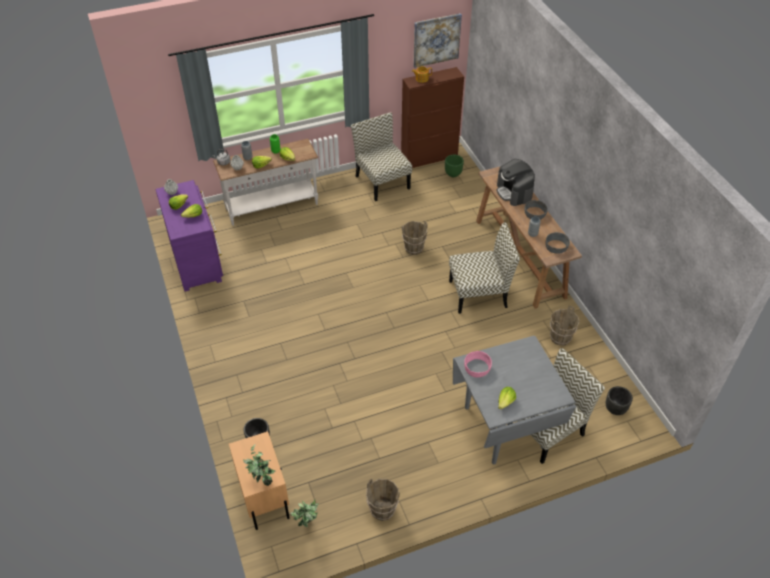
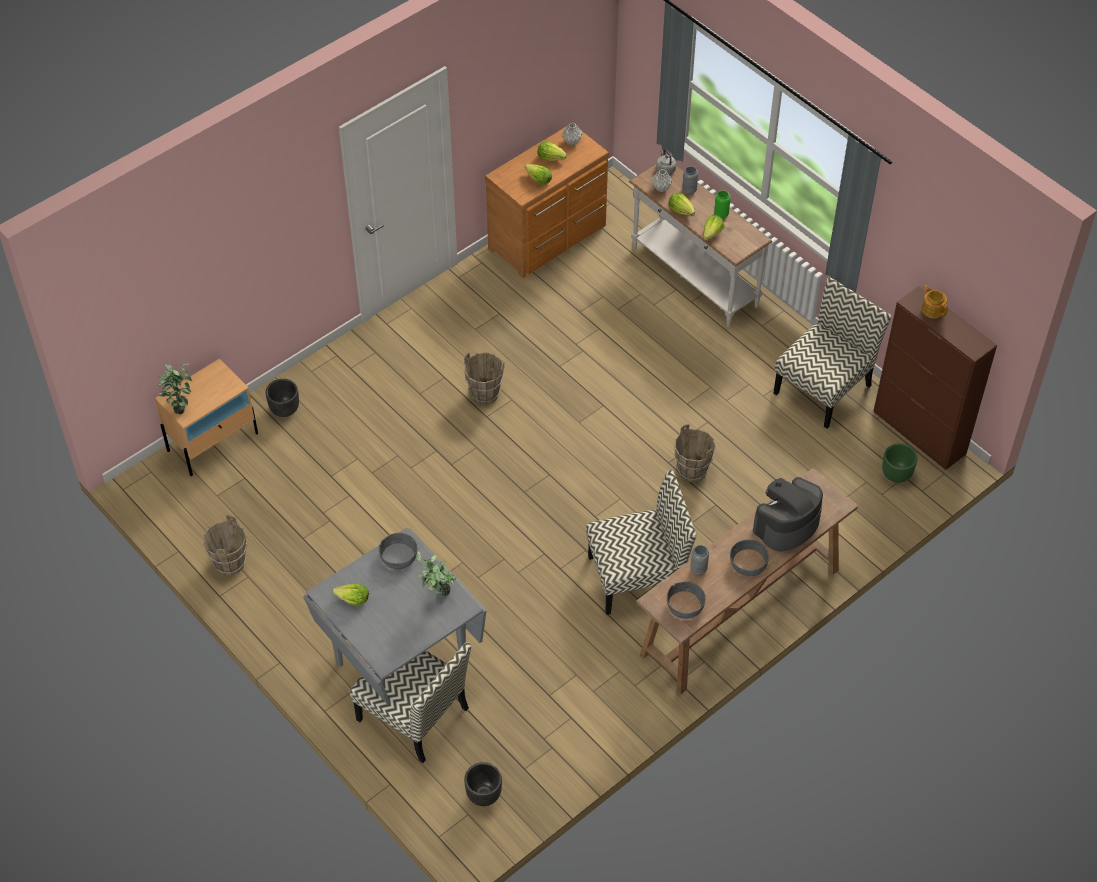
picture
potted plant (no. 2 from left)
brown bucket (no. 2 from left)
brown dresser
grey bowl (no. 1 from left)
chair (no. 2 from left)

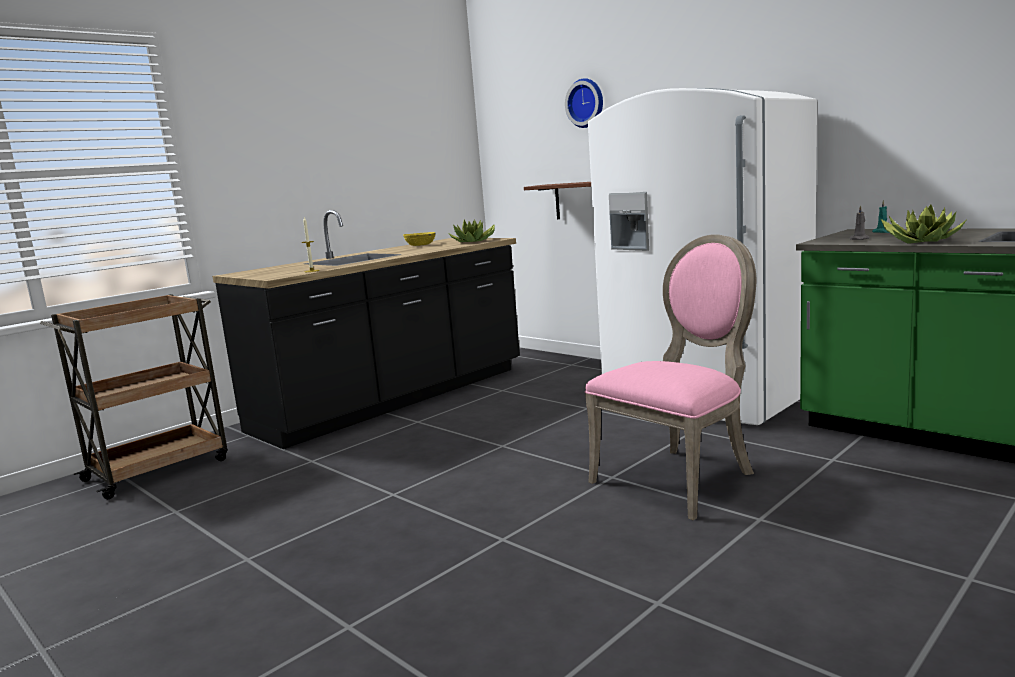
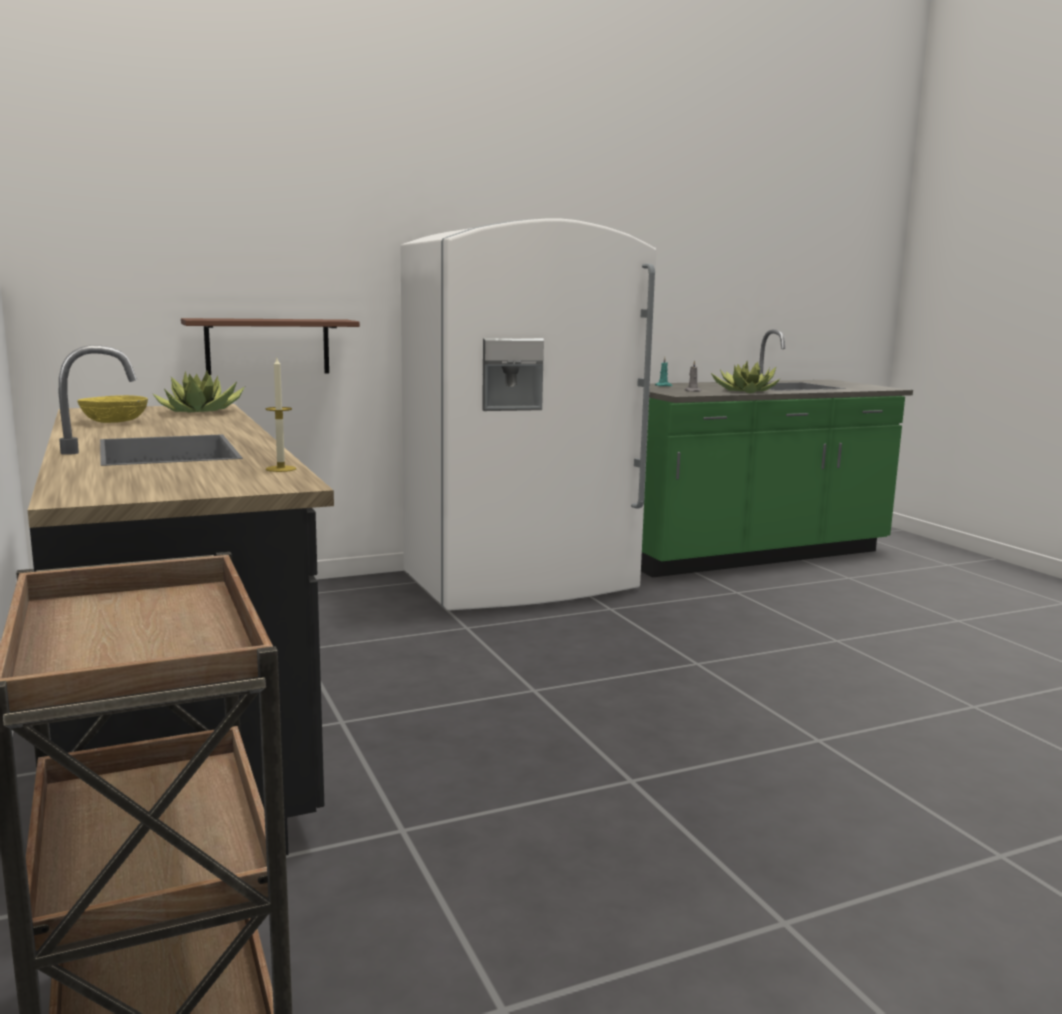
wall clock
pink chair

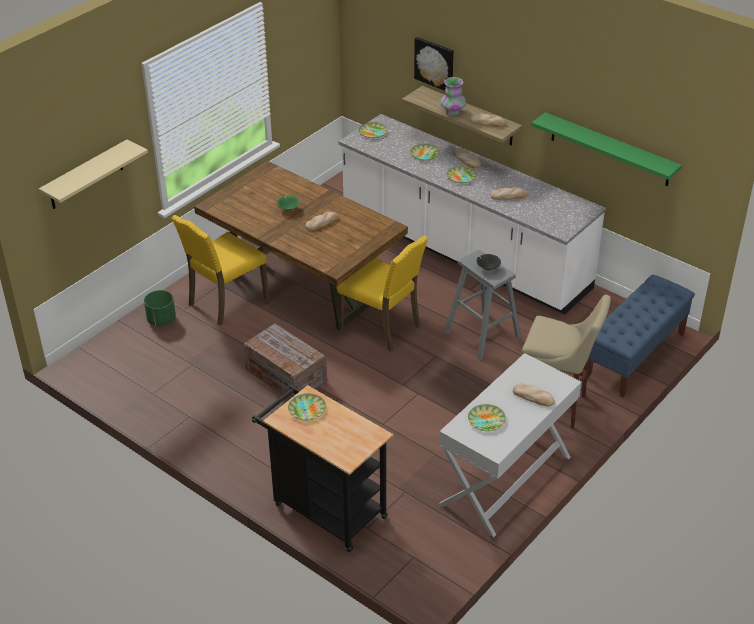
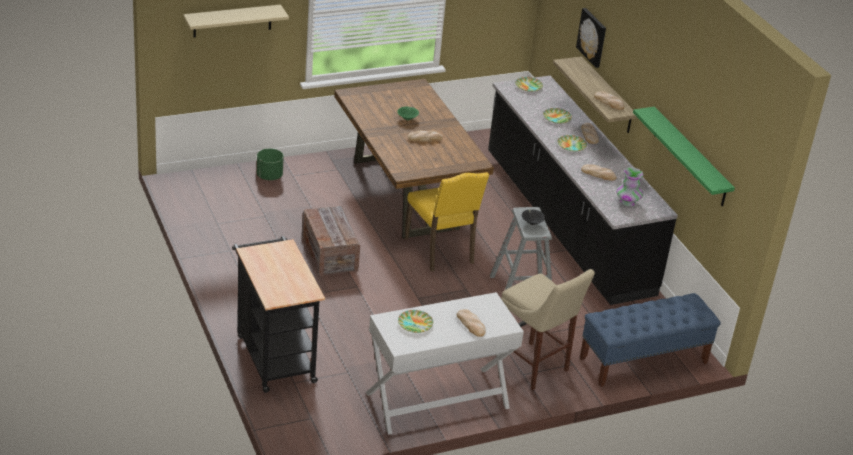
yellow chair (no. 1 from left in the first image)
plate (no. 1 from left in the first image)
vase
black counter

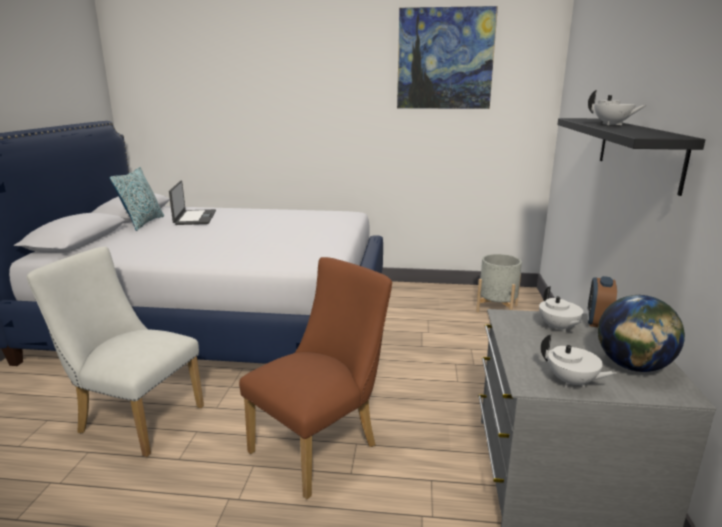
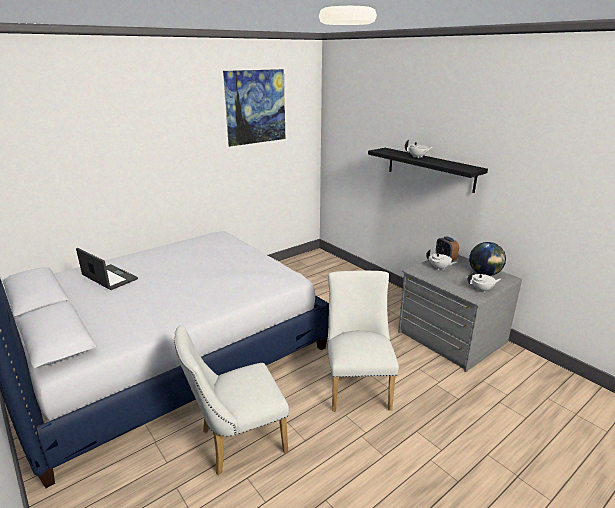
pillow
grey planter
white chair (no. 2 from left)

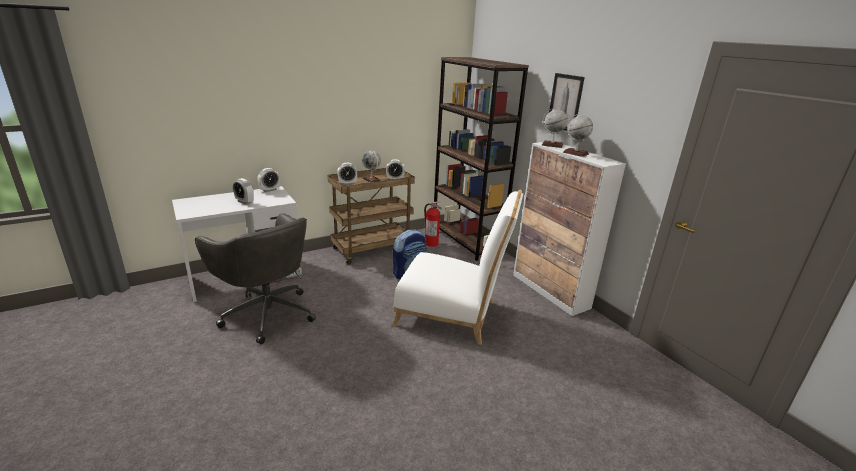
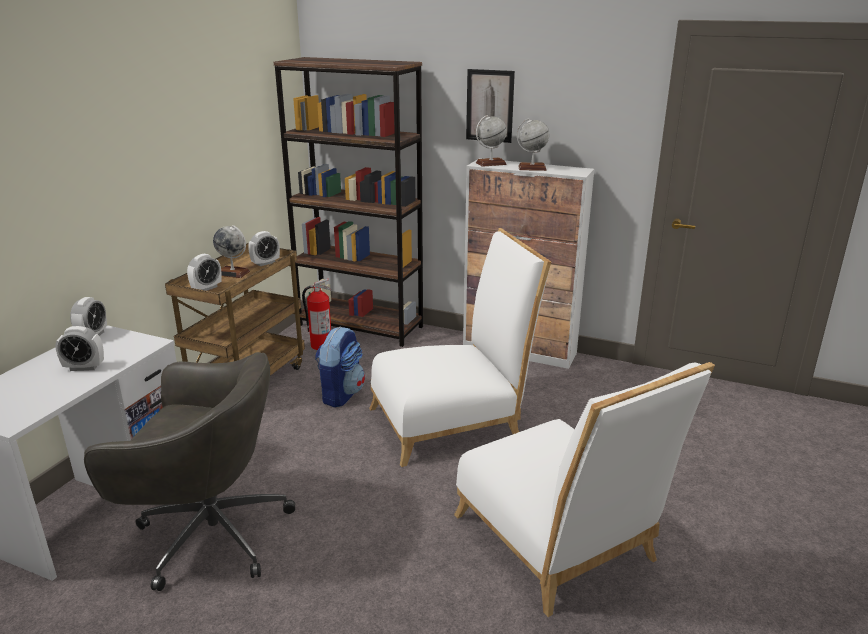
white chair (no. 2 from left)

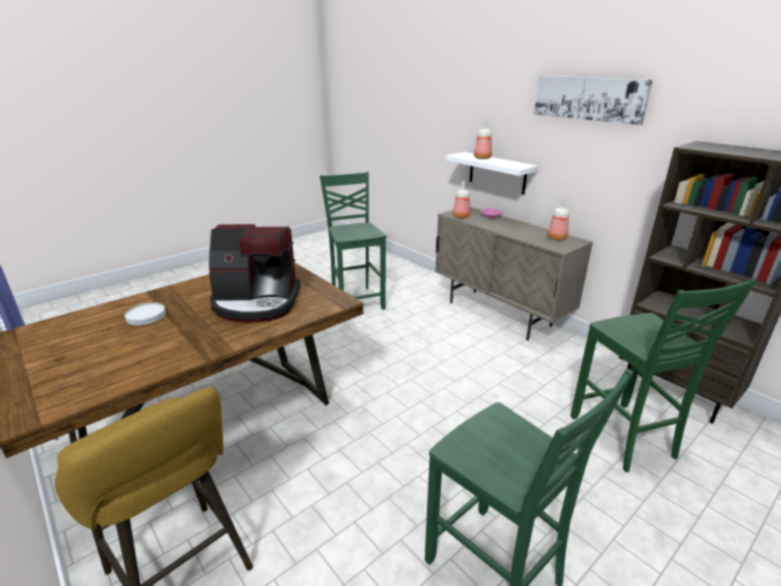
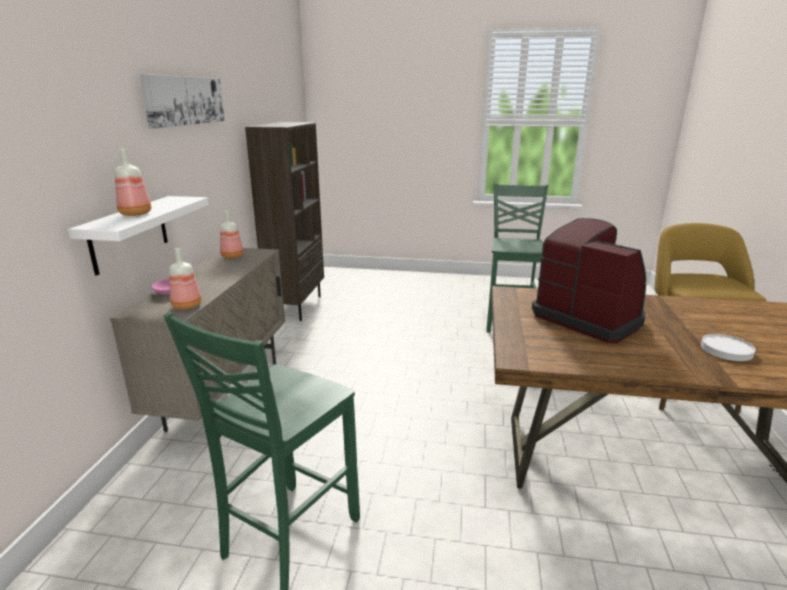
green chair (no. 3 from left in the first image)

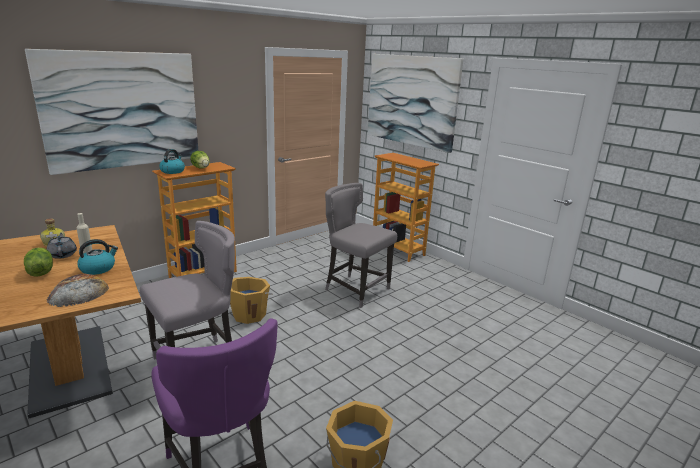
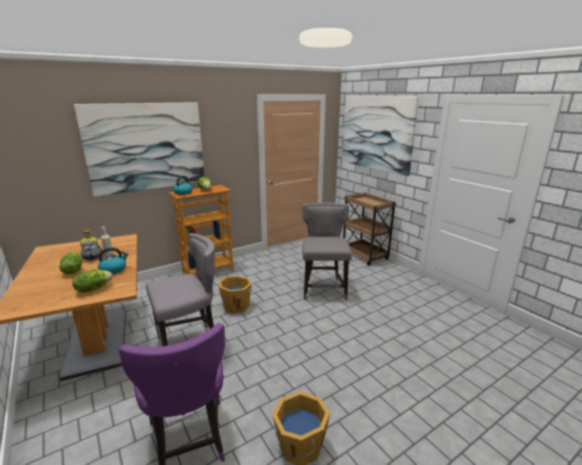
lettuce (no. 2 from left)
brown cart
grey chair (no. 2 from left)

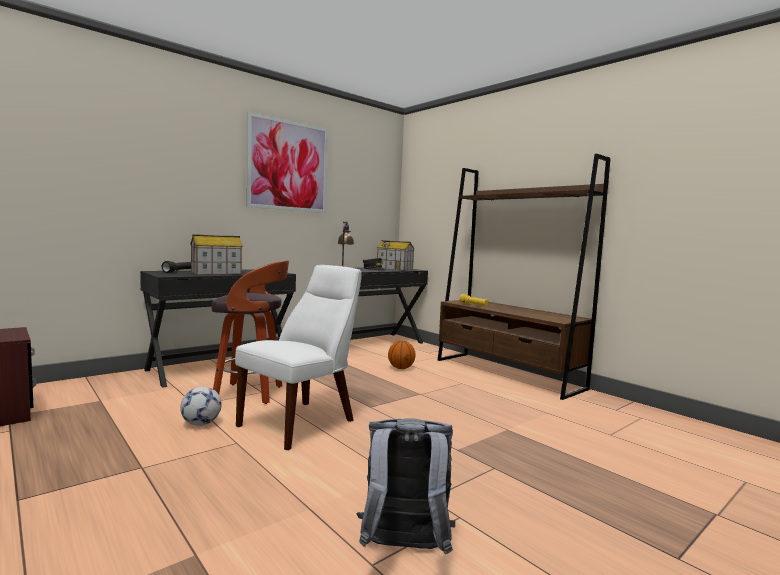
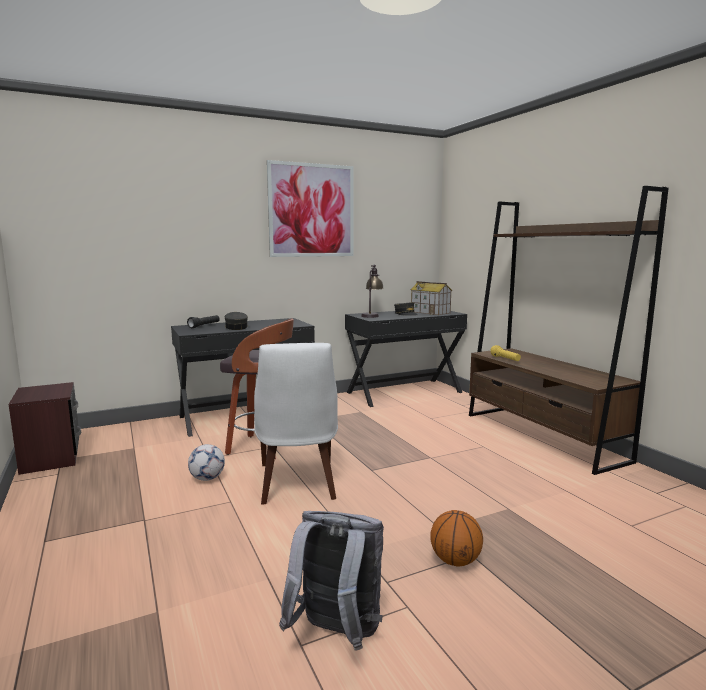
basketball
grey cap (no. 1 from left)
white chair

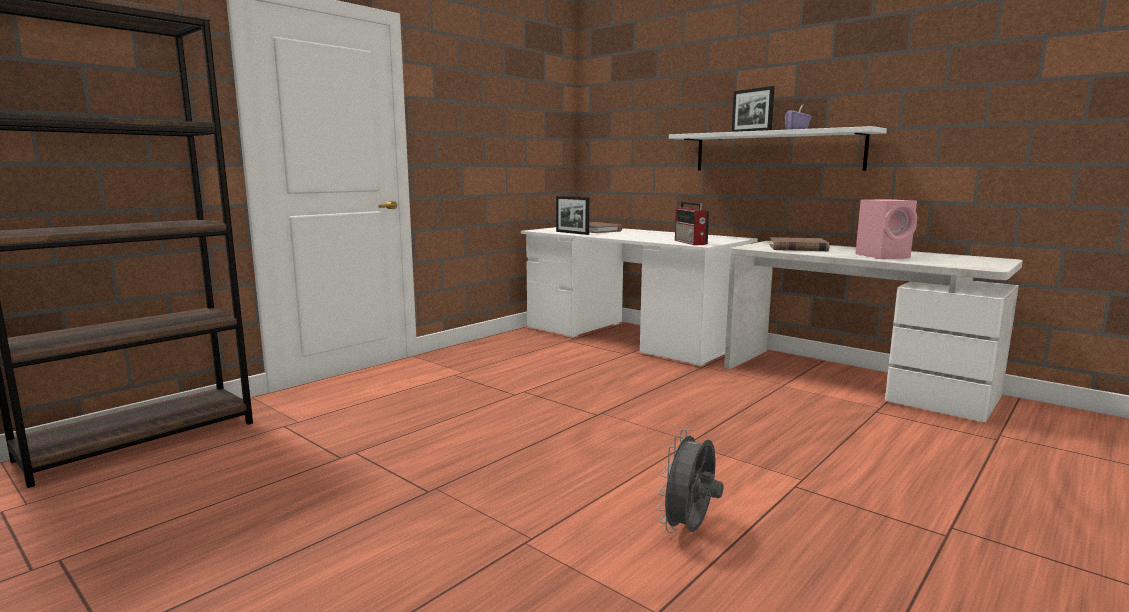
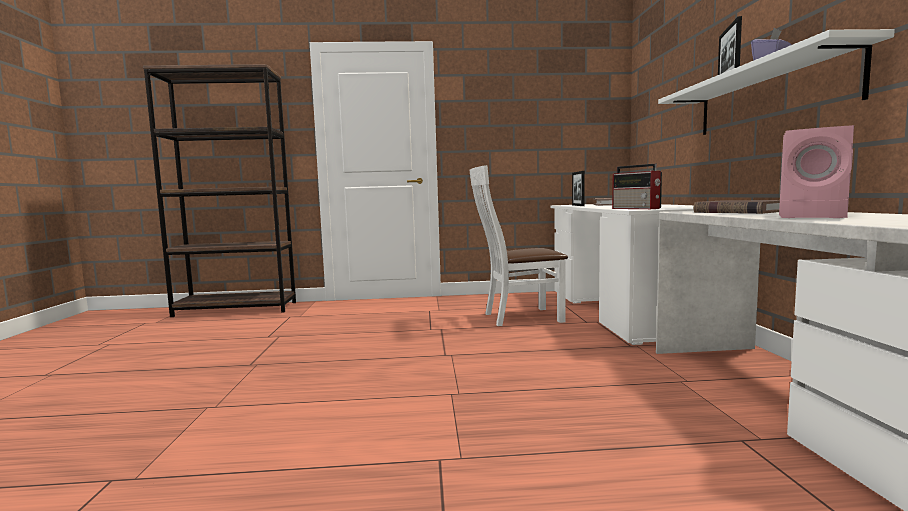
grey fan
white chair
radio

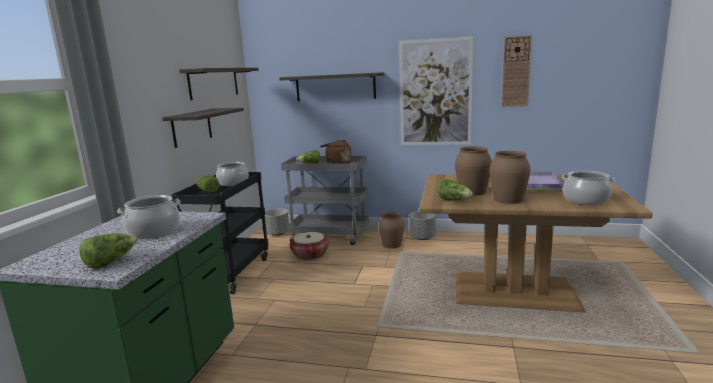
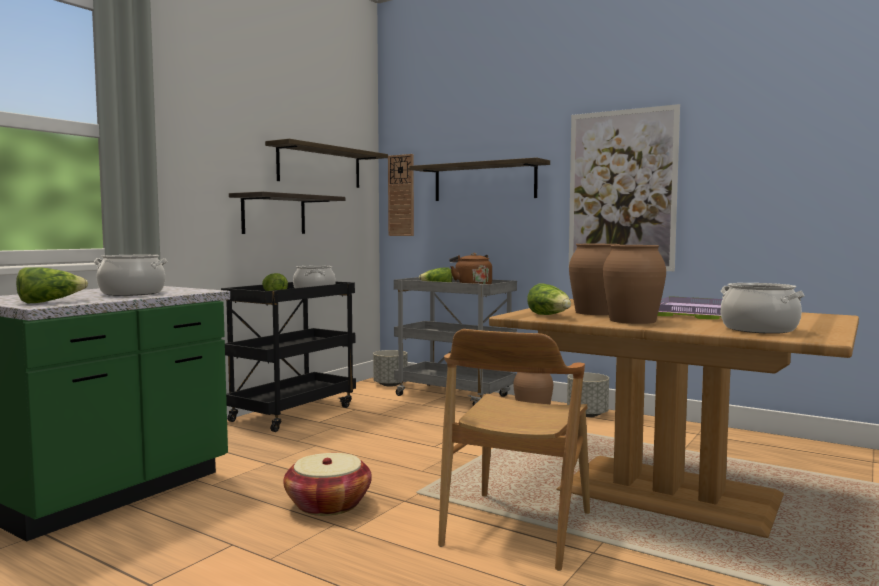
brown chair
basket
wall clock

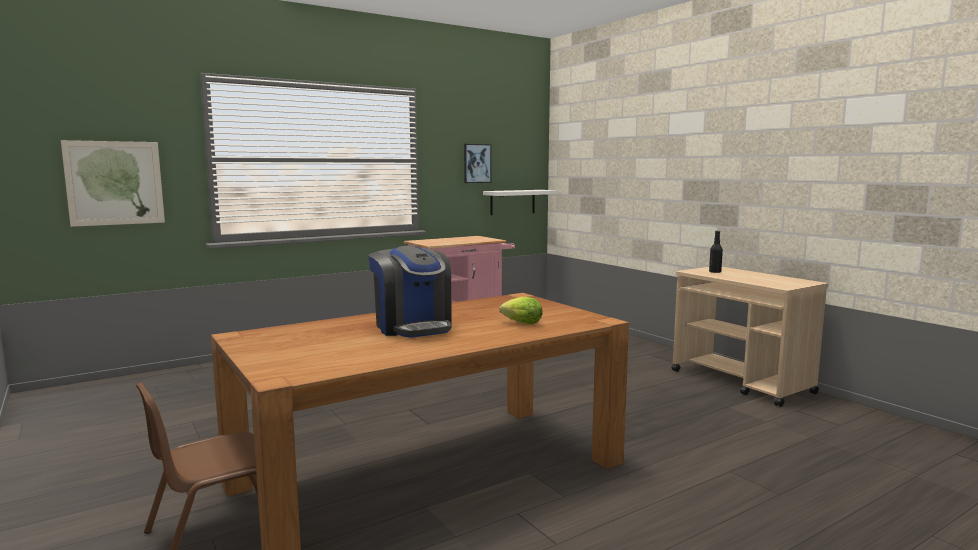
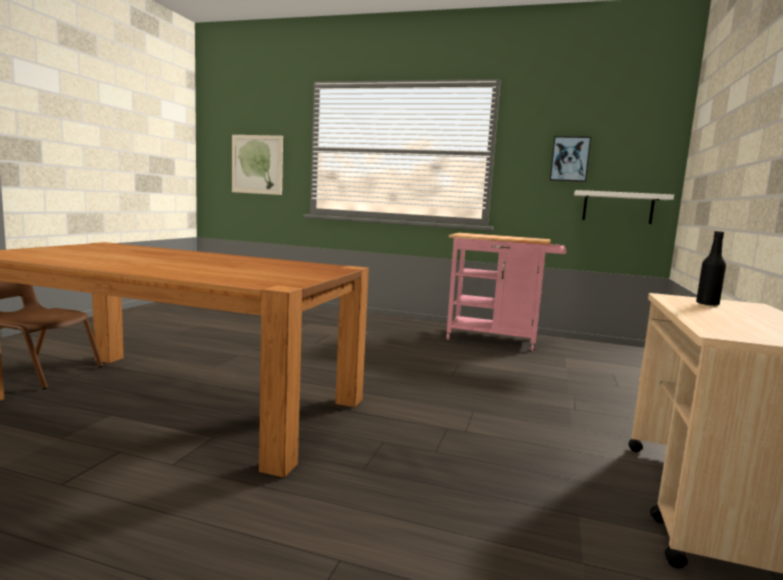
coffee machine
lettuce

